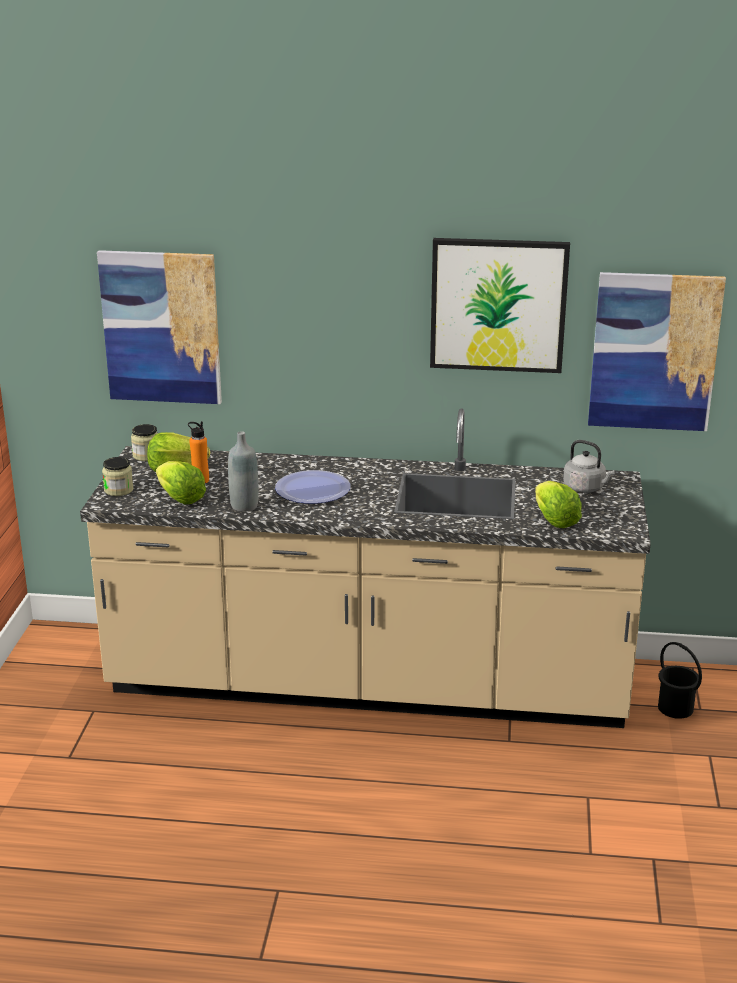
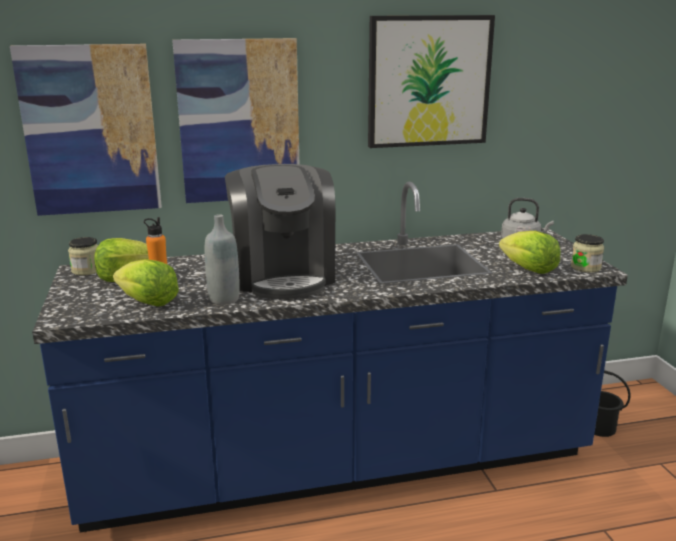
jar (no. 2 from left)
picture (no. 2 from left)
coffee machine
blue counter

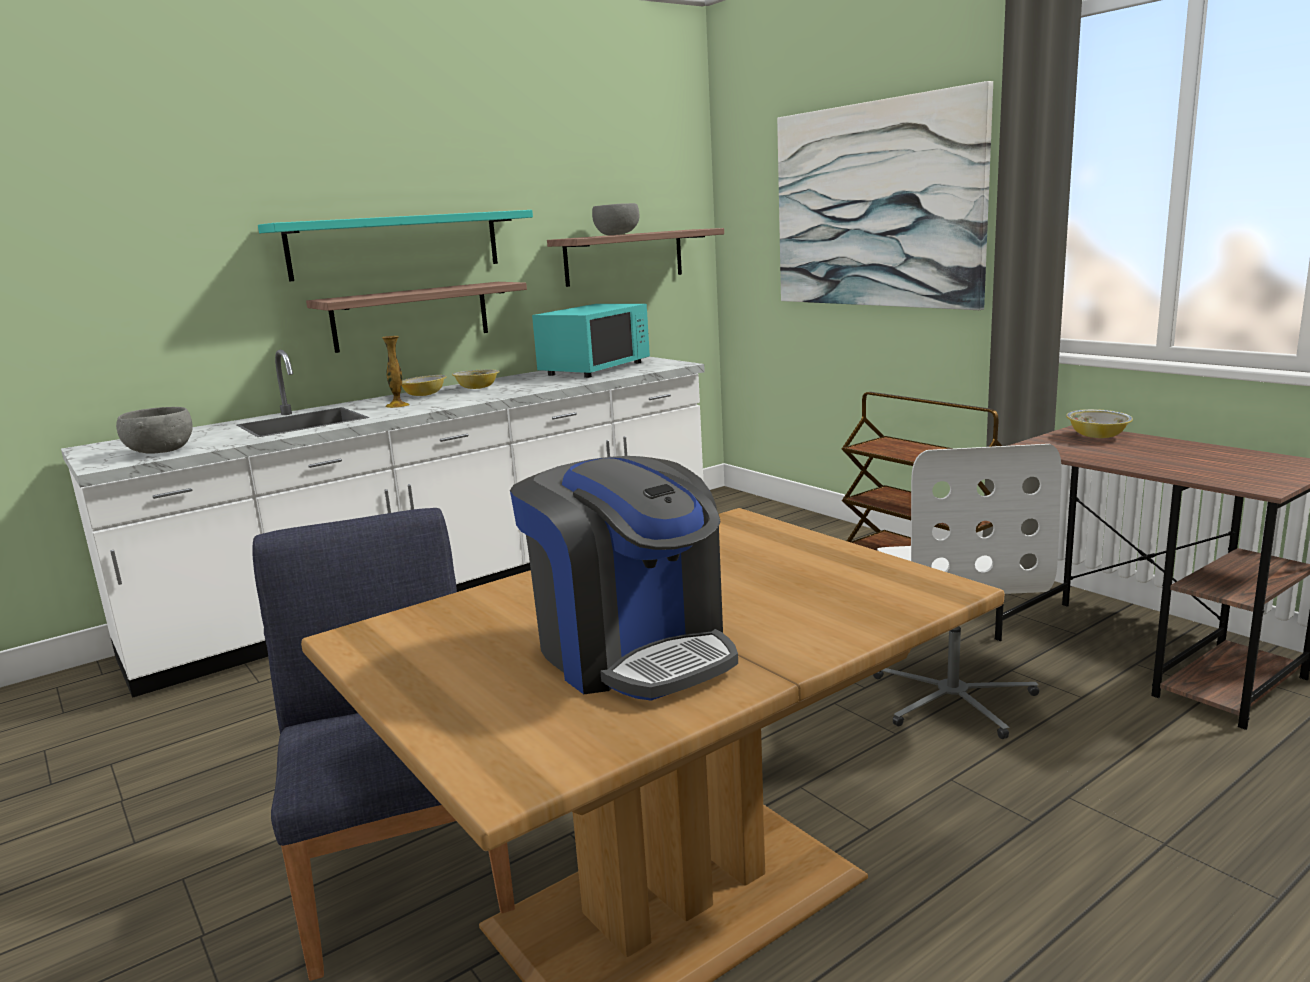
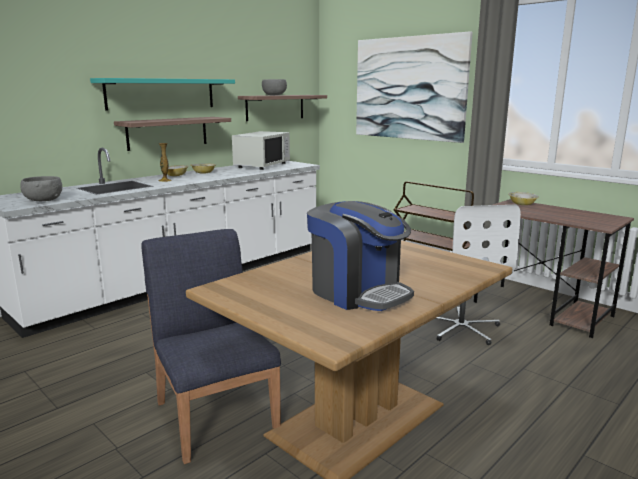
white microwave

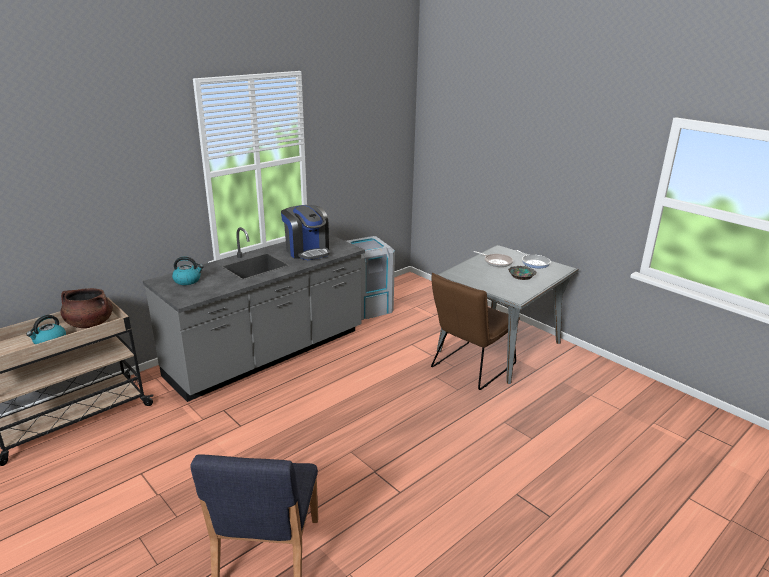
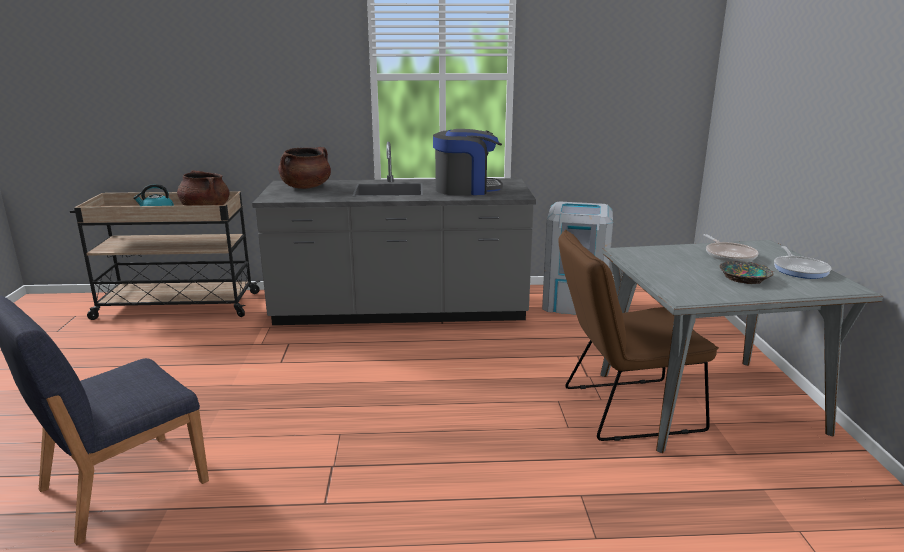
brown cooking pot (no. 2 from left)
coffee machine

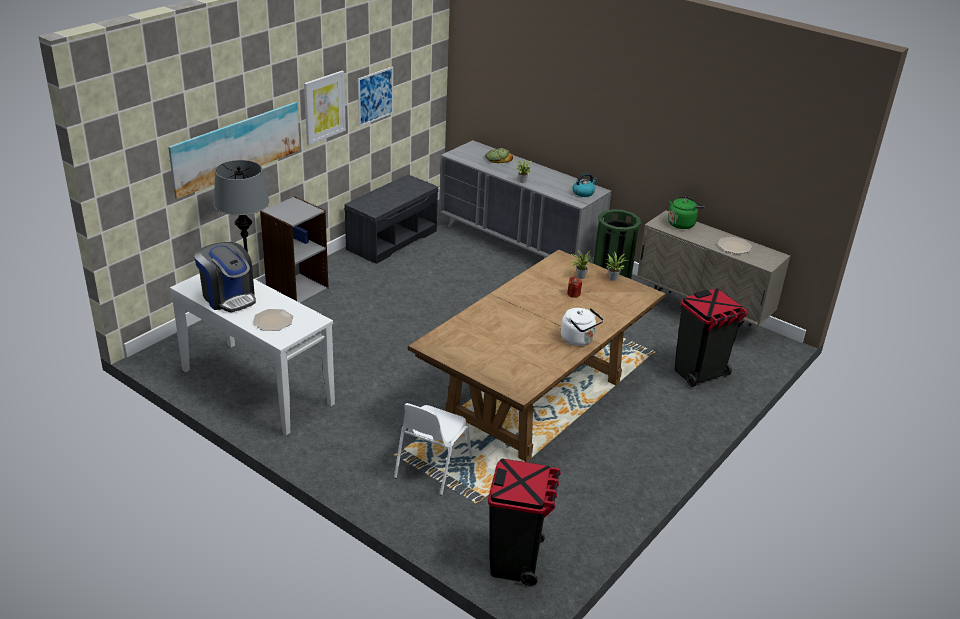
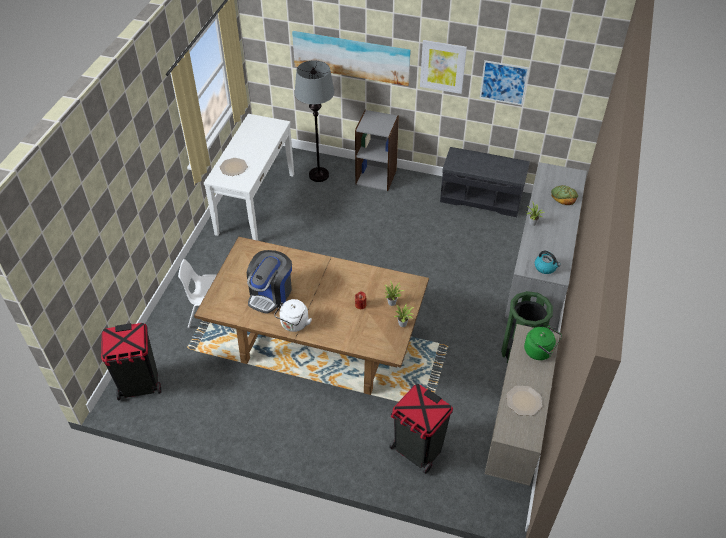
coffee machine

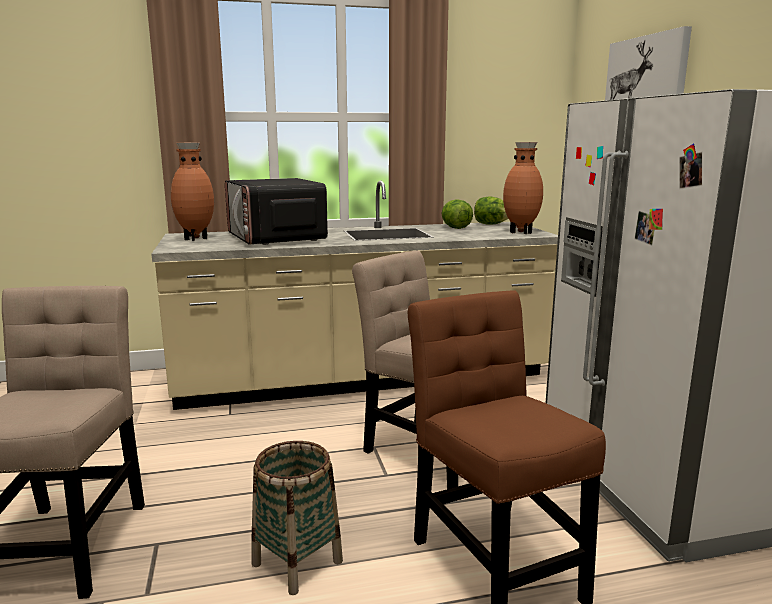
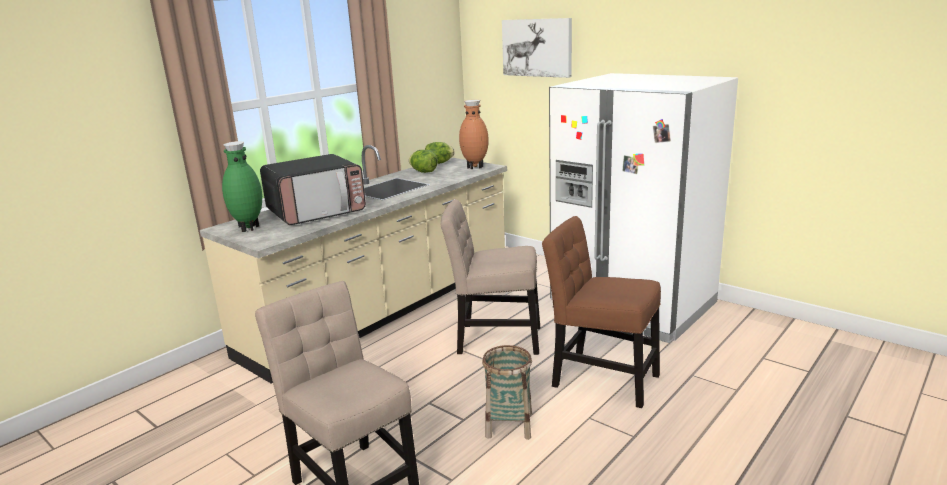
green vase
microwave

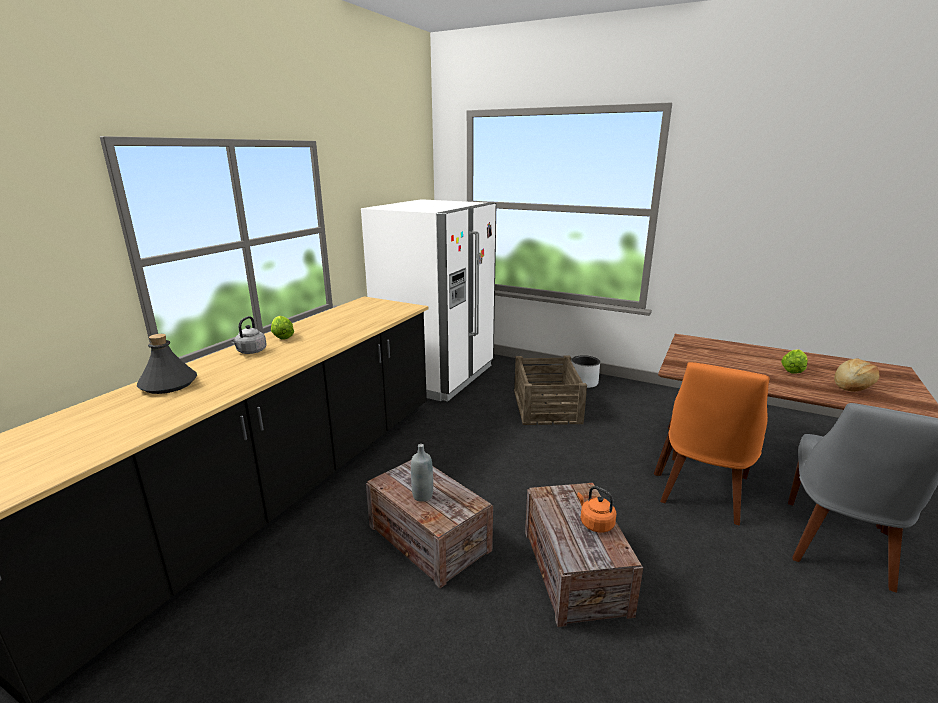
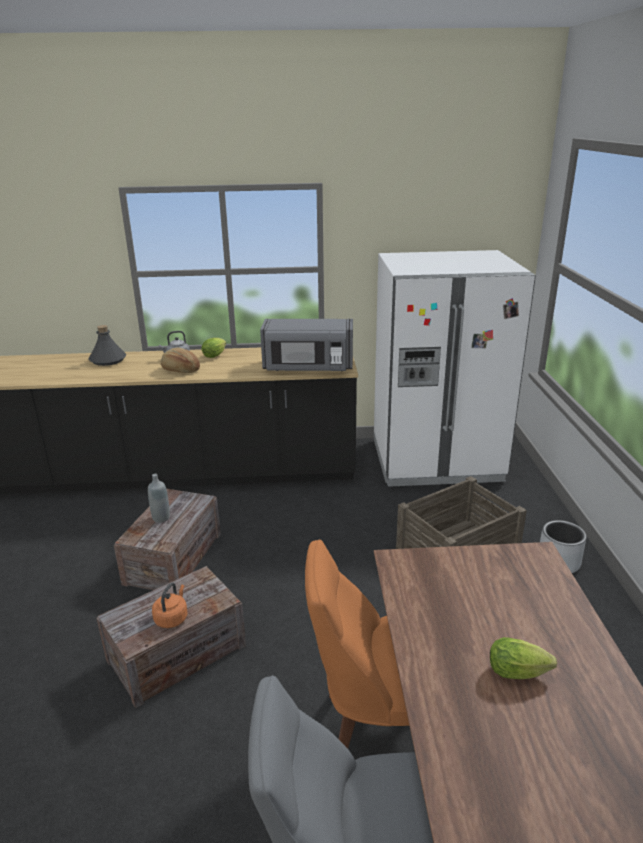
grey microwave
bread

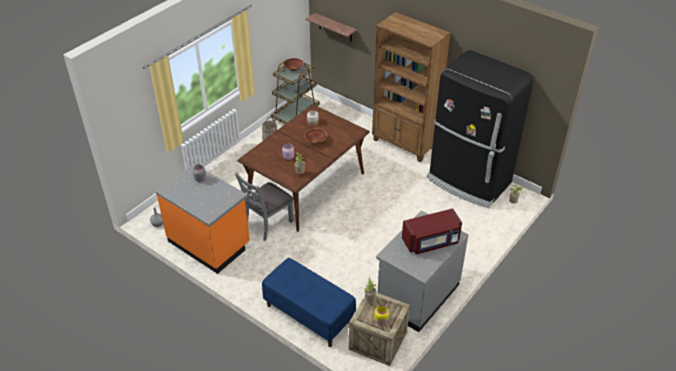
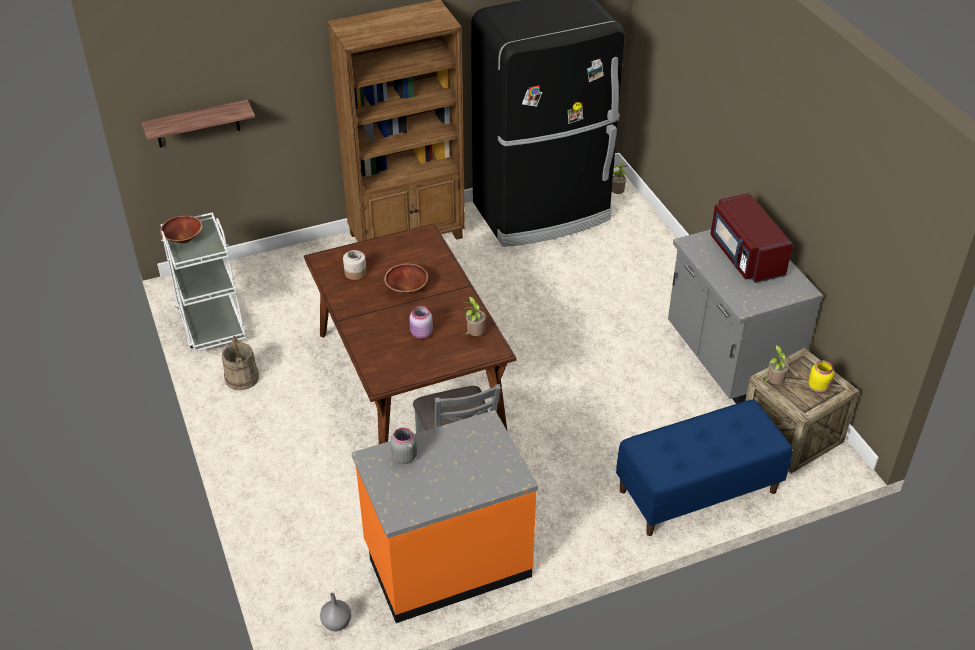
white cart
red microwave

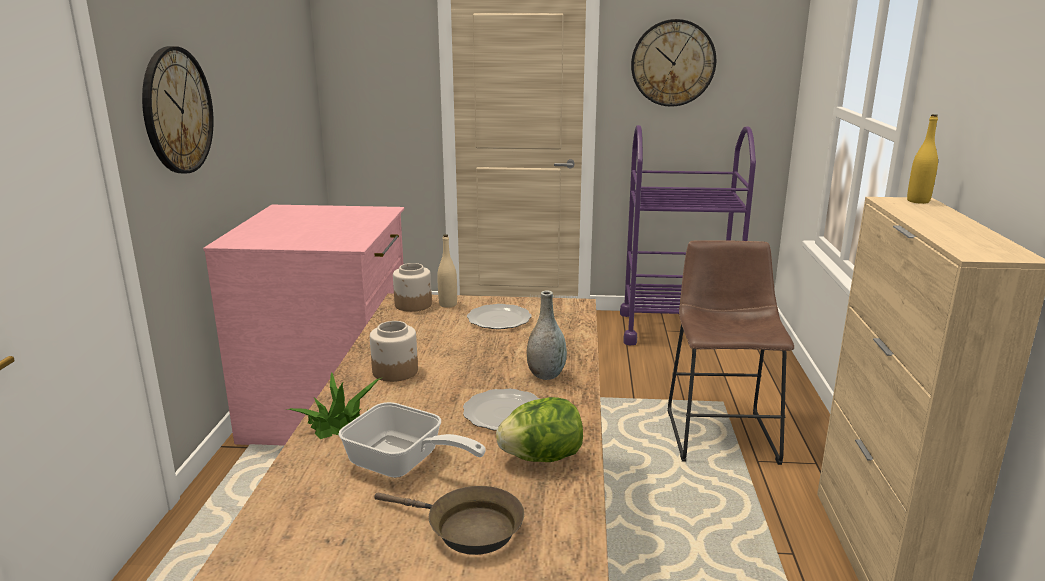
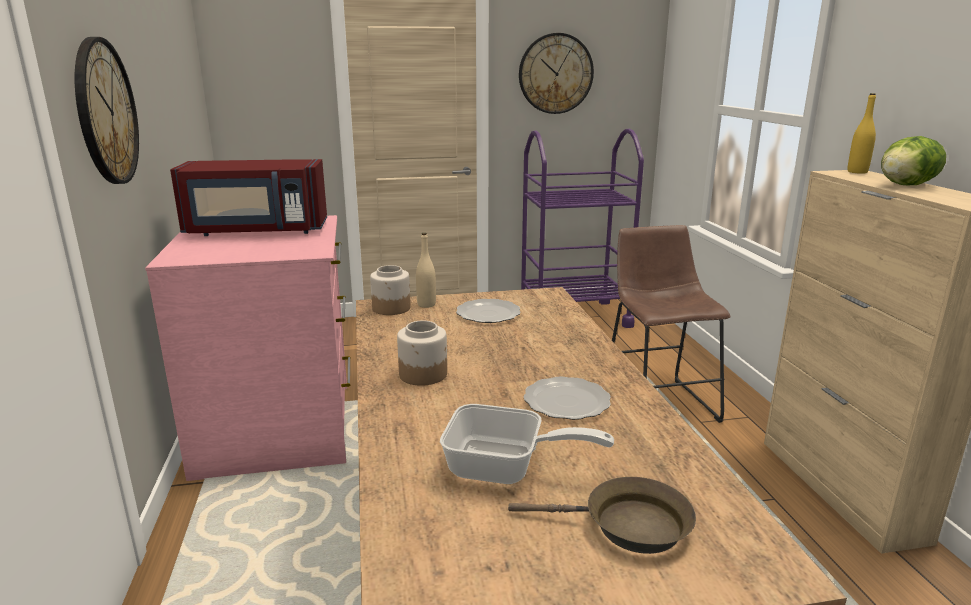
potted plant
grey vase
red microwave
lettuce

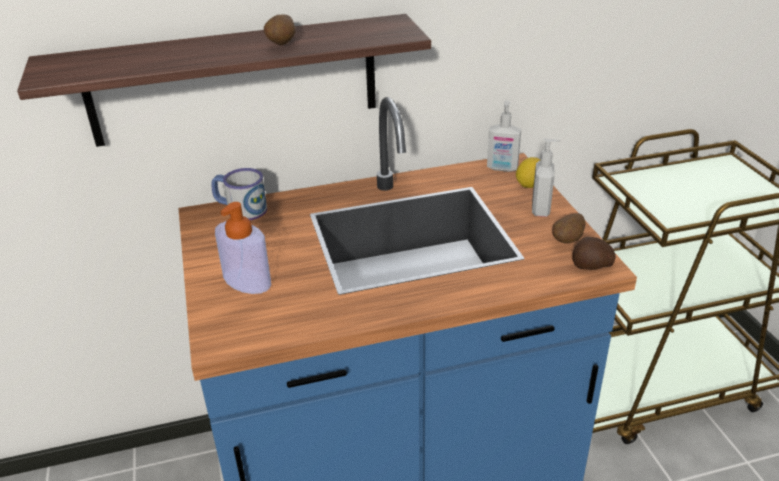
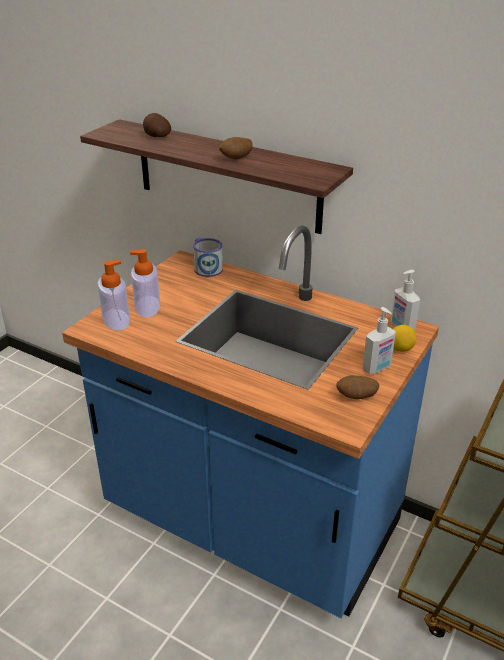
soap dispenser (no. 1 from left)
potato (no. 1 from left)

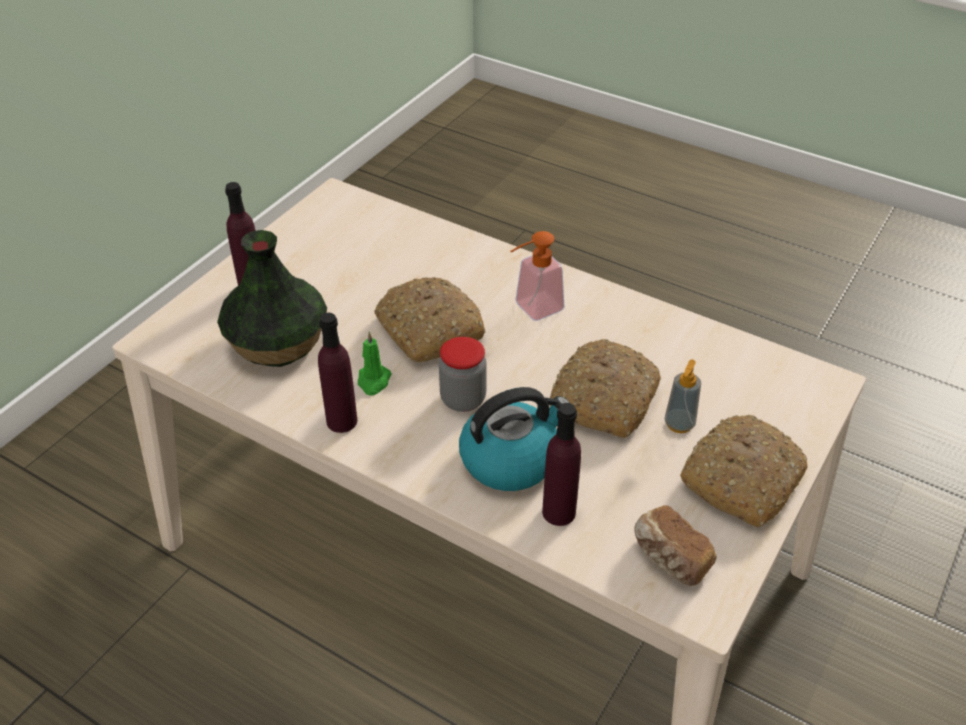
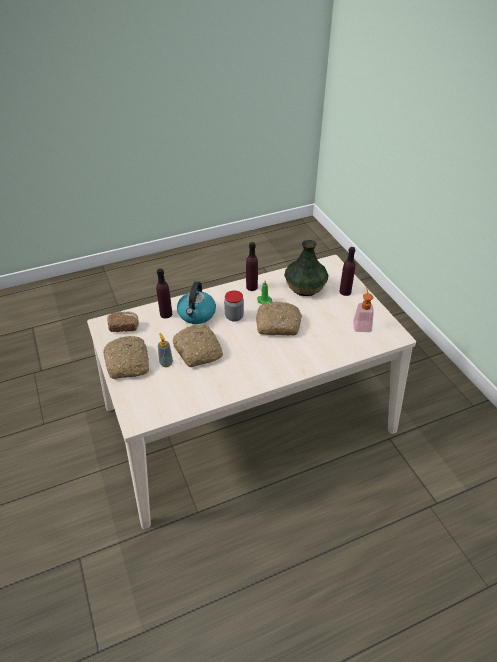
soap dispenser (no. 2 from left)

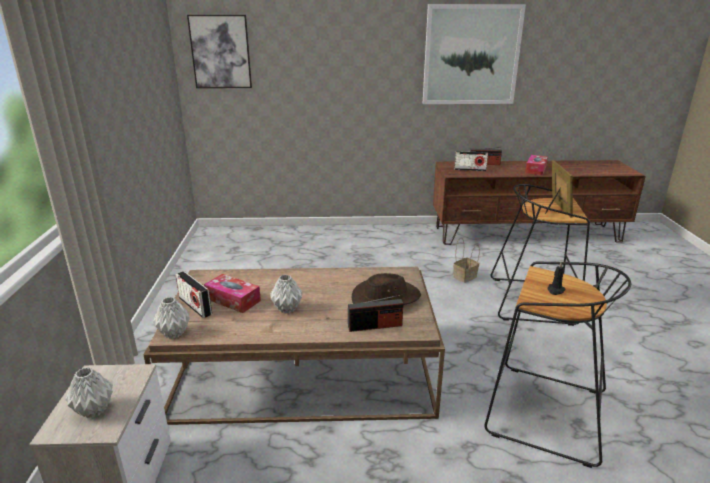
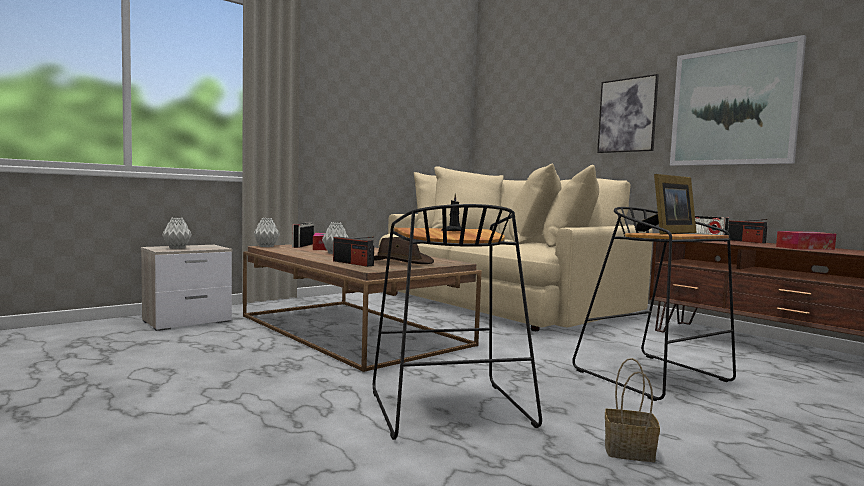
beige sofa
picture (no. 1 from left)
basket

